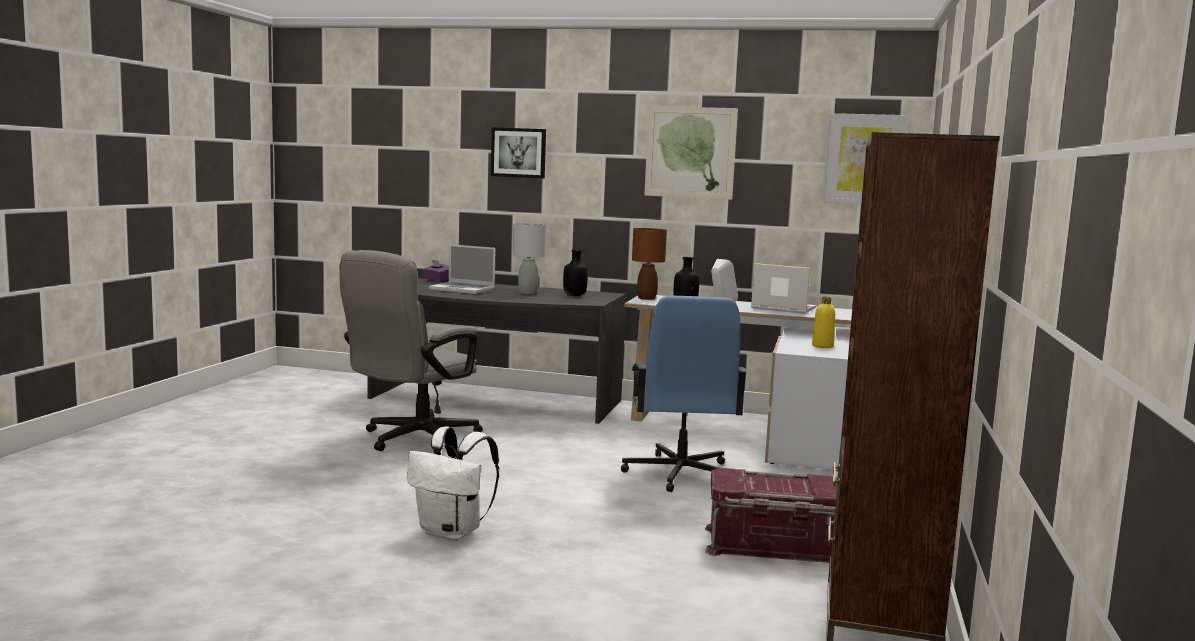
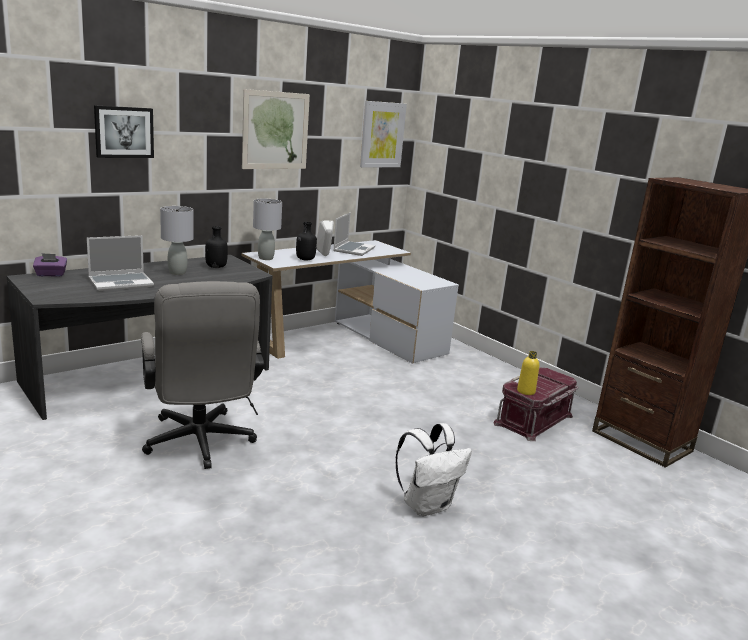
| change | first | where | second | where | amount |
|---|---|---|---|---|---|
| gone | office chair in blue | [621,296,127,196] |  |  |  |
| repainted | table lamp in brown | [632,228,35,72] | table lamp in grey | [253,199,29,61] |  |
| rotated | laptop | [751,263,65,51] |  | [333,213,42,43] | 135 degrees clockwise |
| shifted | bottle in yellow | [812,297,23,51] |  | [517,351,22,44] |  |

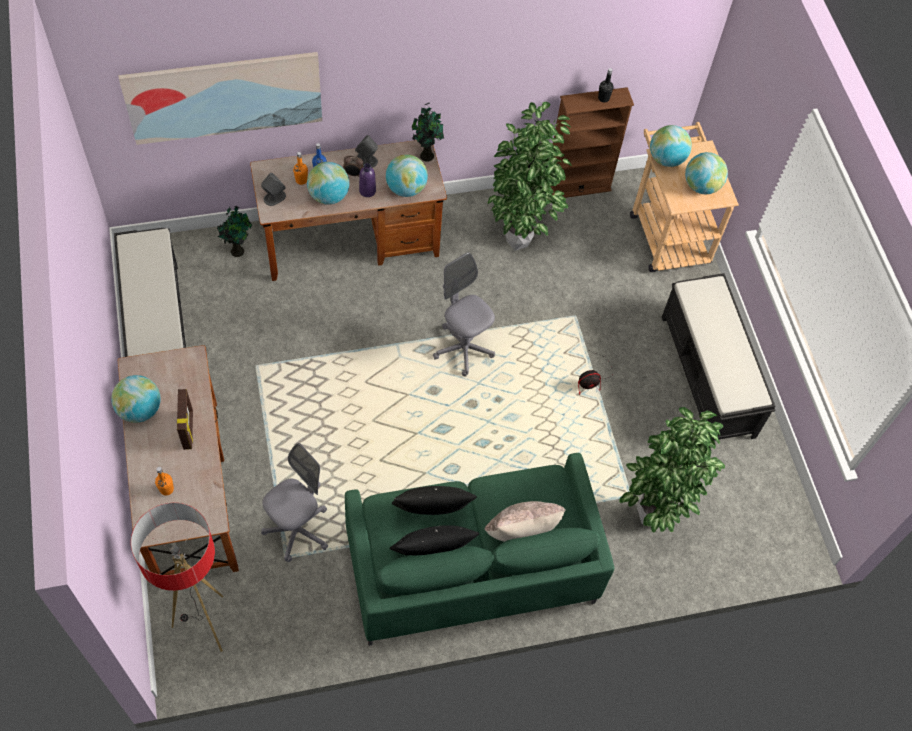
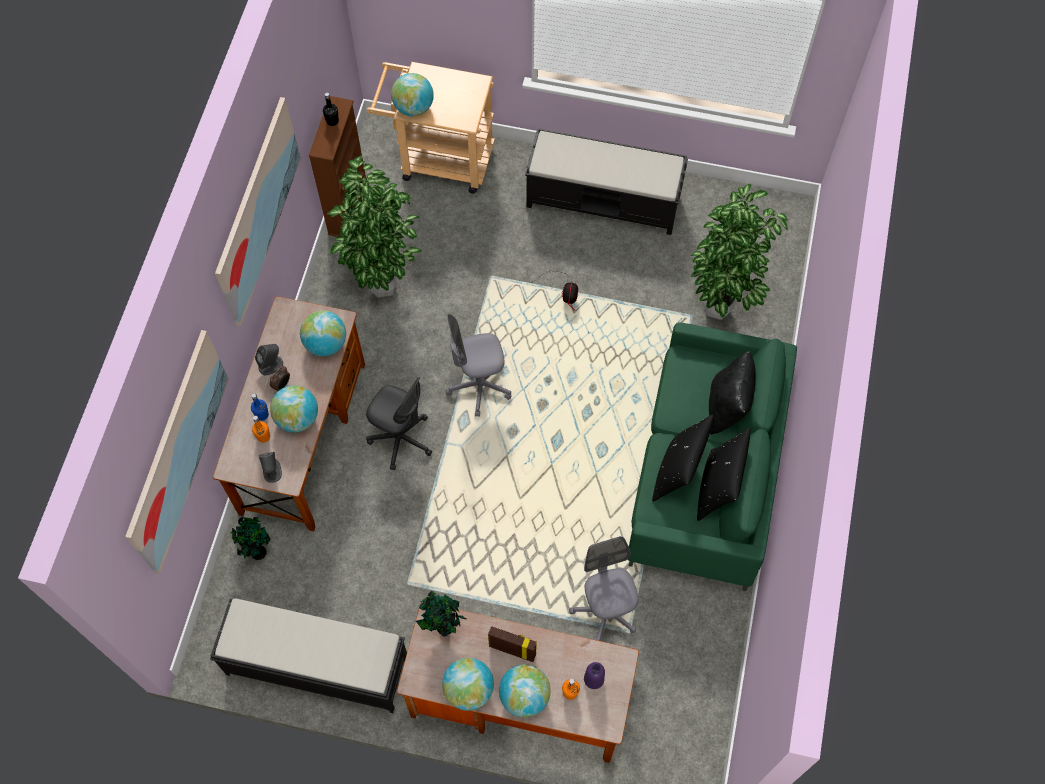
| change | first | where | second | where | amount |
|---|---|---|---|---|---|
| gone | floor lamp | [131,503,92,149] |  |  |  |
| shifted | bottle in purple | [359,163,17,34] |  | [584,662,21,27] |  |
| shifted | potted plant | [411,103,33,59] |  | [416,591,51,46] |  |
| repainted | pillow in beige | [484,501,82,41] | pillow in black | [709,351,47,84] |  |
| shifted | globe | [685,152,43,42] |  | [499,664,52,53] |  |
| new |  |  | picture | [215,97,86,229] |  |
| new |  |  | office chair in grey | [366,377,66,93] |  |

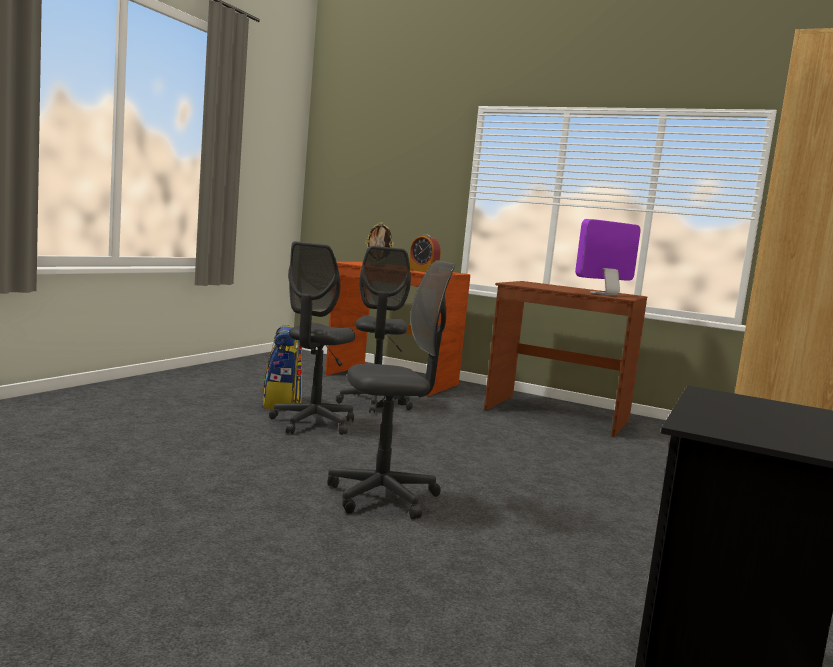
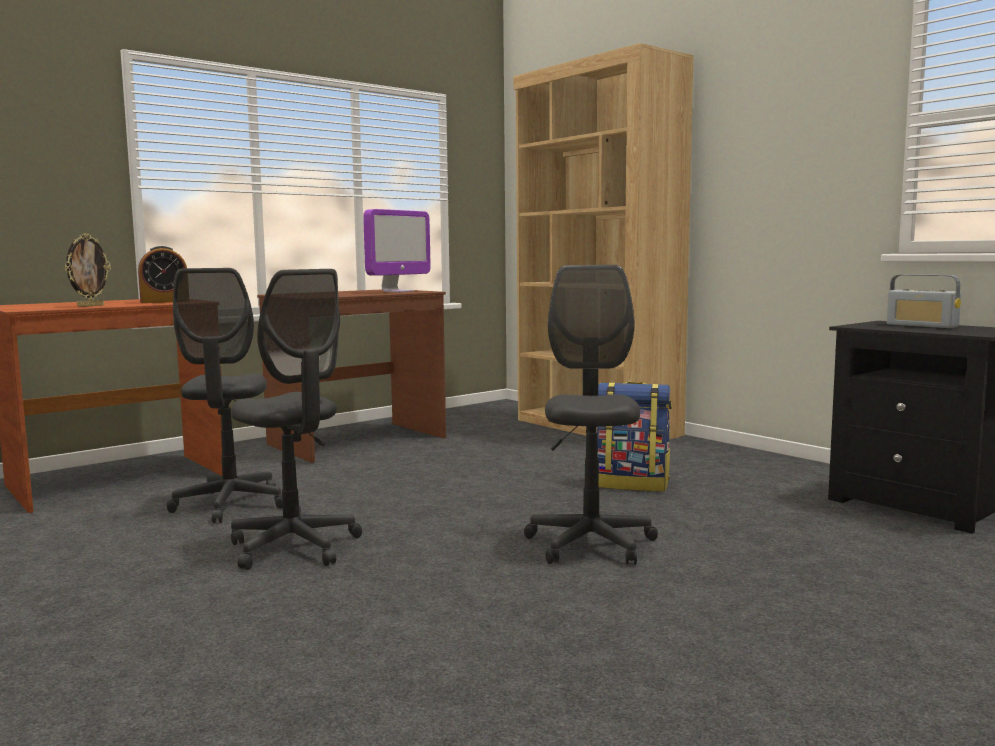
| change | first | where | second | where | amount |
|---|---|---|---|---|---|
| shifted | backpack | [262,325,40,84] |  | [596,382,76,110] |  |
| rotated | office chair in grey | [336,246,77,167] |  | [167,268,116,255] | 60 degrees clockwise |
| rotated | monitor | [575,219,66,76] |  | [363,209,68,83] | 135 degrees counterclockwise |
| new |  |  | radio | [887,274,74,54] |  |

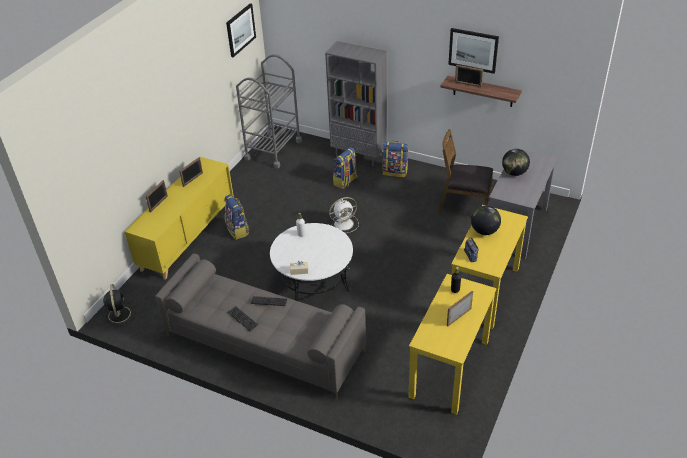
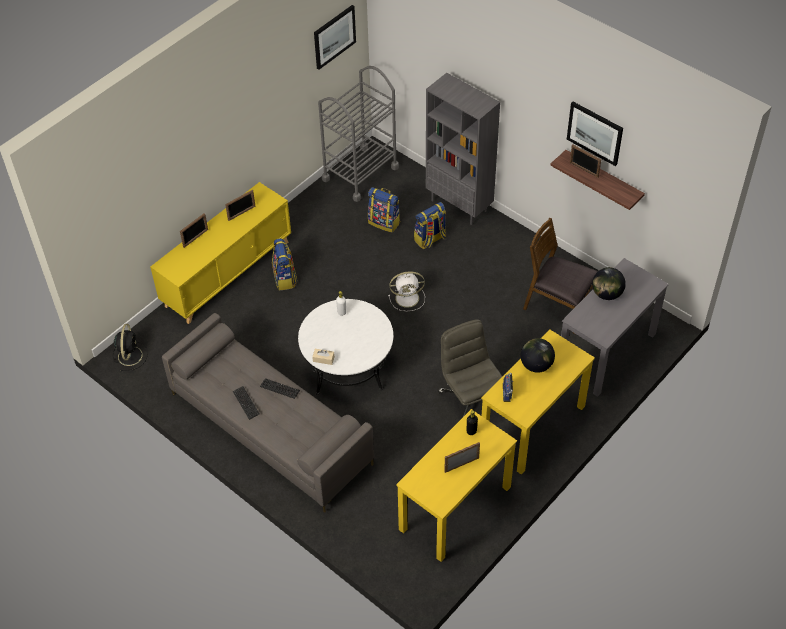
| change | first | where | second | where | amount |
|---|---|---|---|---|---|
| shifted | backpack | [383,141,25,36] |  | [368,187,32,46] |  |
| new |  |  | office chair in grey | [438,319,64,98] |  |

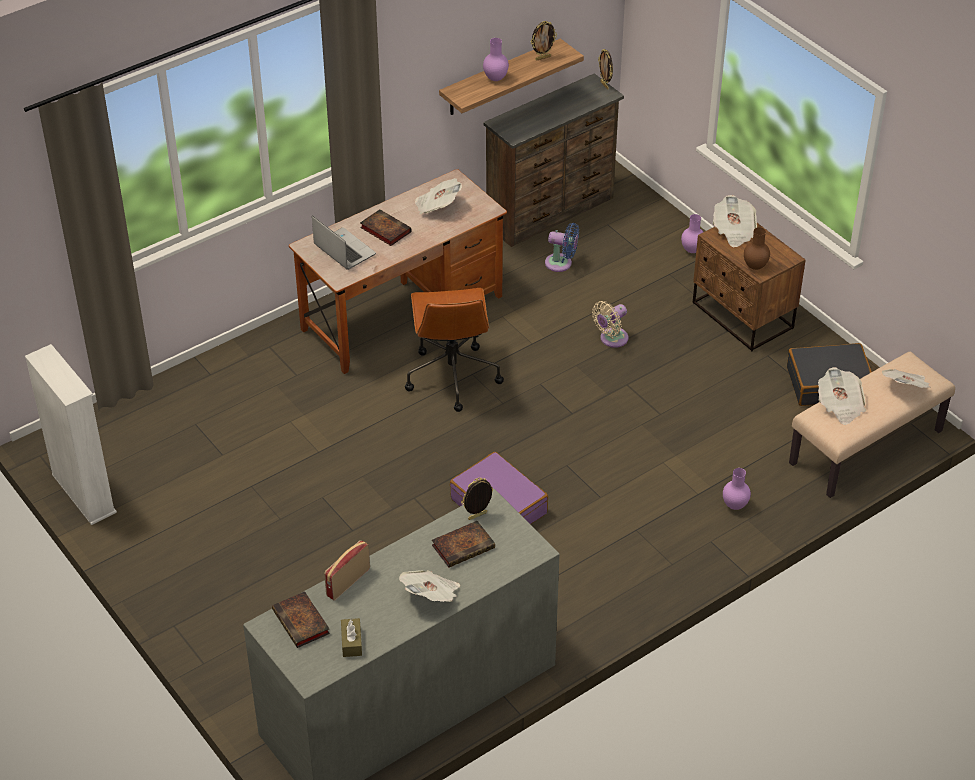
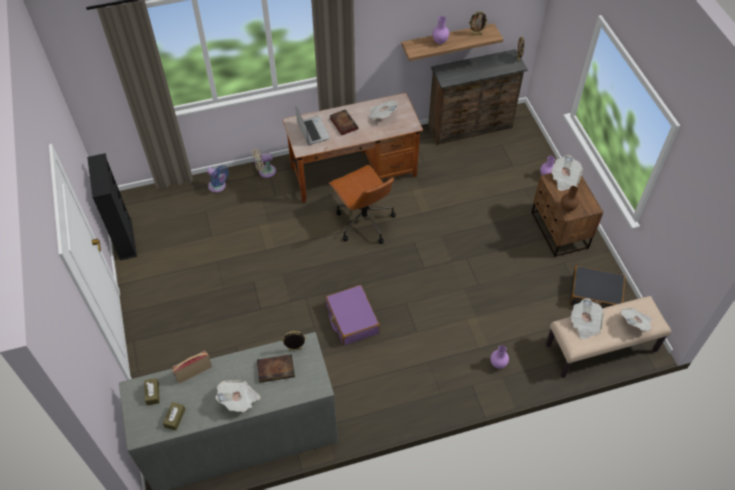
| change | first | where | second | where | amount |
|---|---|---|---|---|---|
| repainted | bookcase in white | [25,344,92,181] | bookcase in black | [87,153,50,107] |  |
| swapped | book | [272,591,58,57] | tissue box in brown | [144,378,16,27] |  |
| rotated | office chair in brown | [405,288,99,124] |  | [329,165,67,79] | 45 degrees counterclockwise |
| shifted | fan in blue | [545,223,34,49] |  | [207,165,22,28] |  |
| shifted | fan in beige | [592,301,36,47] |  | [252,149,24,29] |  |

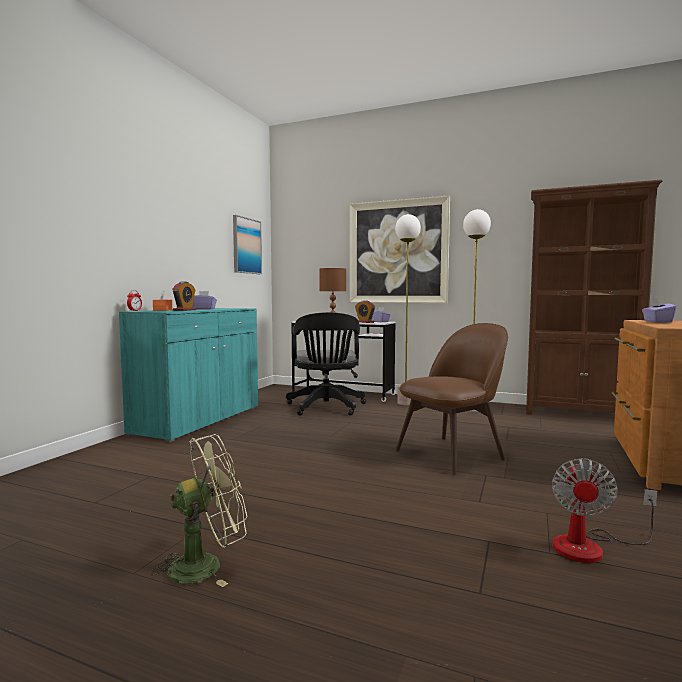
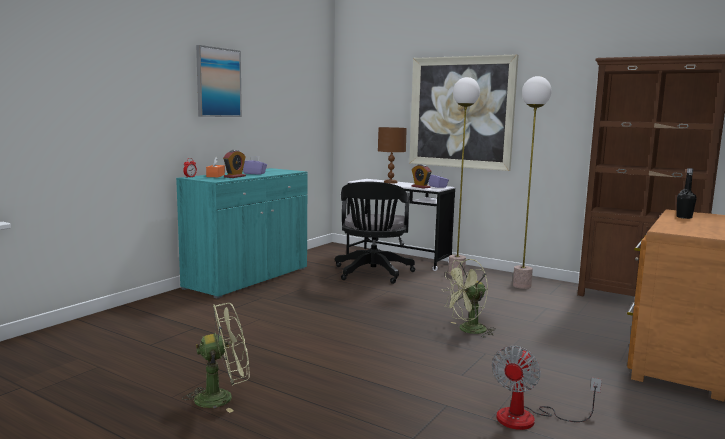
| change | first | where | second | where | amount |
|---|---|---|---|---|---|
| shifted | picture | [233,215,29,59] |  | [196,45,46,72] |  |
| swapped | chair in brown | [396,323,112,152] | fan in green | [442,259,54,79] |  |
| swapped | tissue box in purple | [642,298,34,25] | bottle in black | [676,168,21,51] |  |

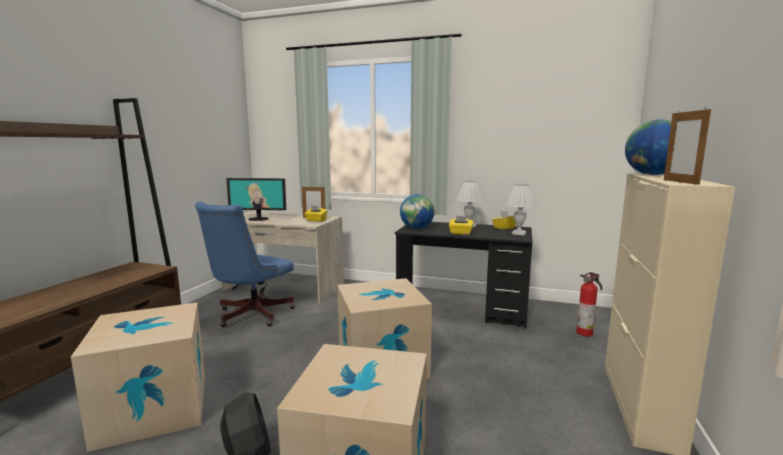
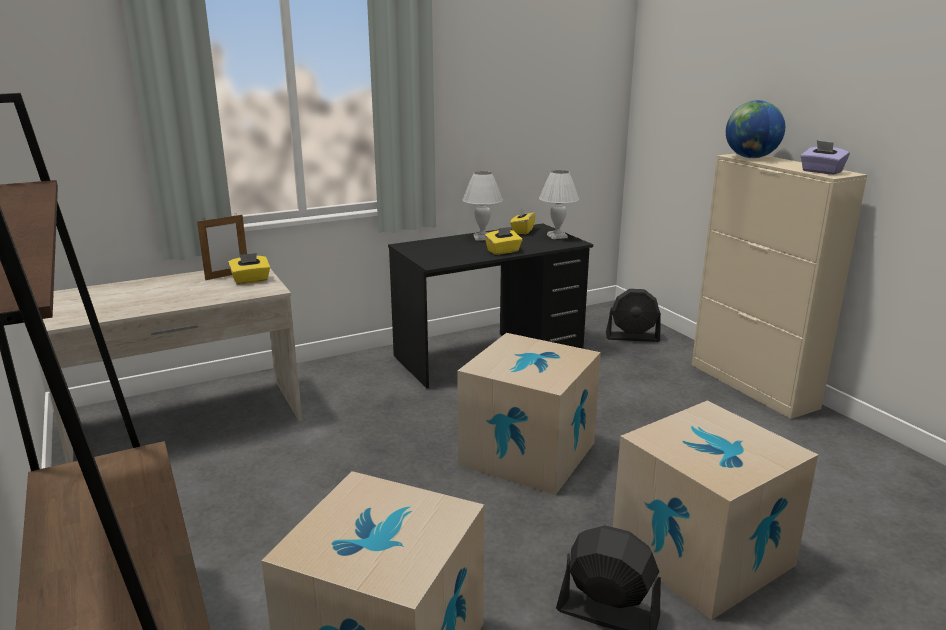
| change | first | where | second | where | amount |
|---|---|---|---|---|---|
| gone | office chair in blue | [195,201,100,126] |  |  |  |
| gone | monitor | [226,178,60,43] |  |  |  |
| gone | globe | [400,194,34,35] |  |  |  |
| swapped | fire extinguisher | [576,272,26,65] | fan in black | [606,289,55,53] |  |
| swapped | picture frame | [664,108,47,77] | tissue box in purple | [801,140,49,35] |  |

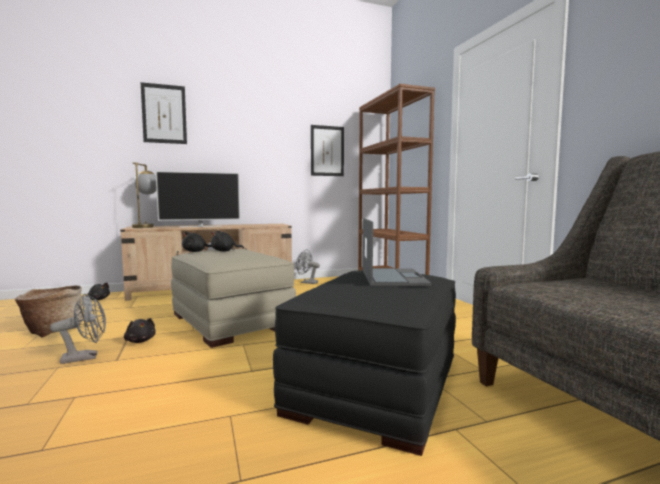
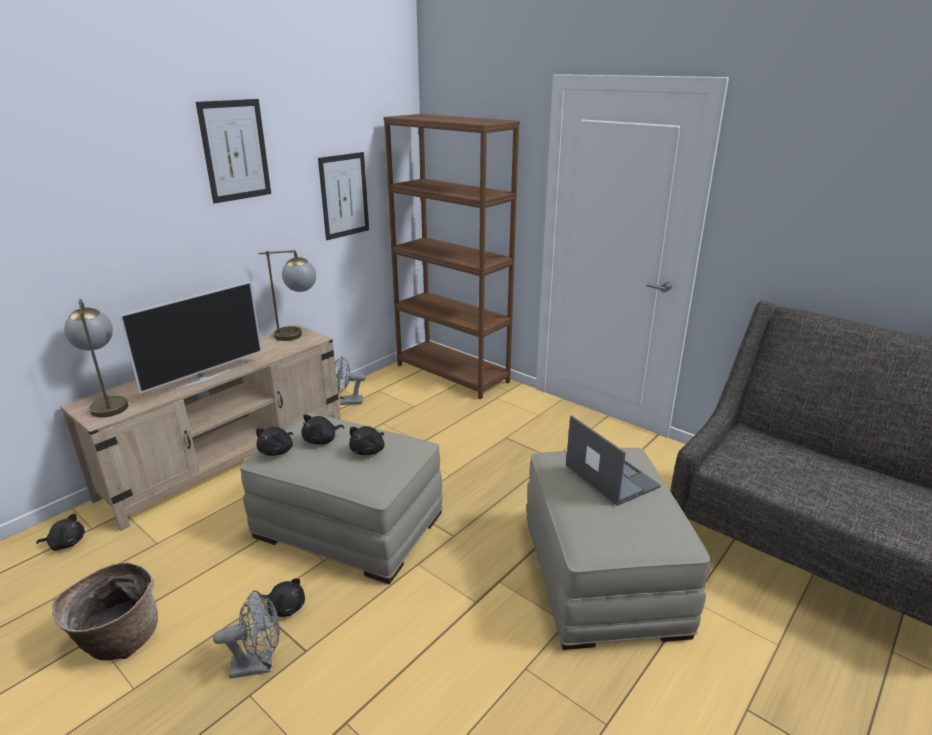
| change | first | where | second | where | amount |
|---|---|---|---|---|---|
| rotated | fan in grey | [50,294,56,70] |  | [213,590,67,89] | 45 degrees clockwise |
| shifted | picture | [141,82,46,62] |  | [196,99,75,105] |  |
| repainted | ottoman in black | [273,270,183,186] | ottoman in beige | [527,448,184,202] |  |
| new |  |  | table lamp | [259,250,57,91] |  |
| new |  |  | plush toy in black | [349,426,36,29] |  |

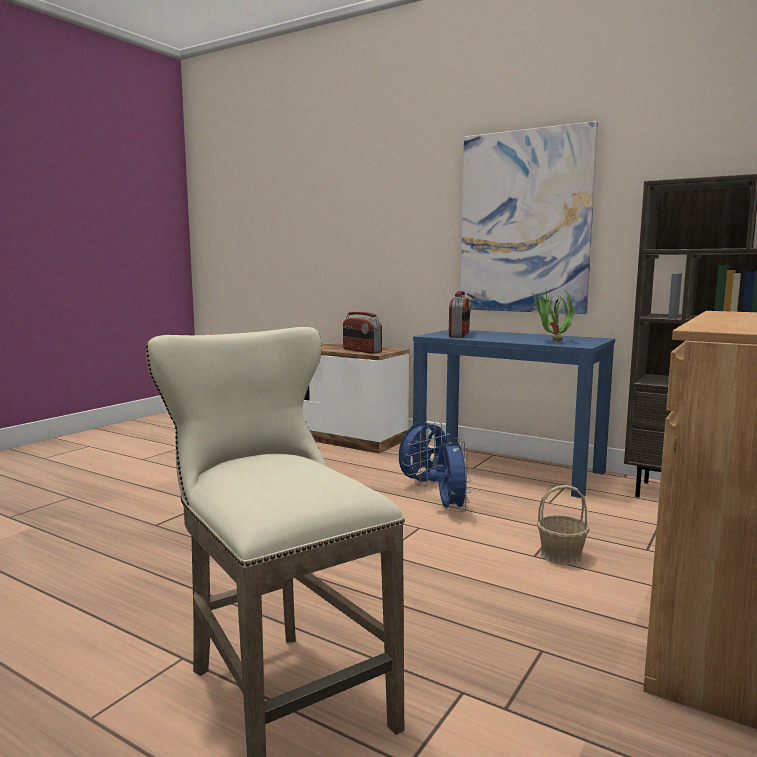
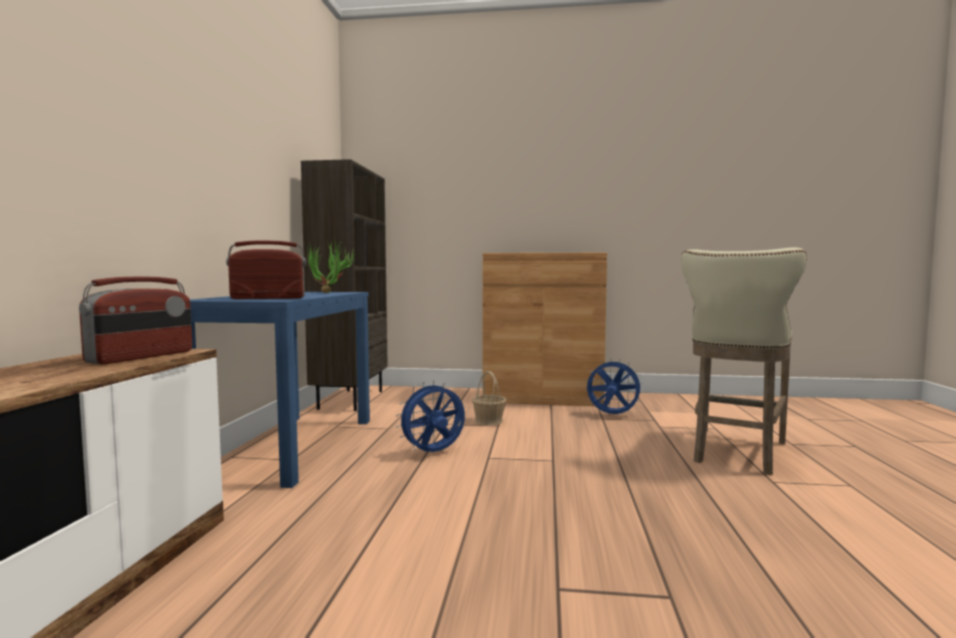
| change | first | where | second | where | amount |
|---|---|---|---|---|---|
| shifted | fan in blue | [399,420,53,66] |  | [586,358,58,57] |  |
| gone | picture | [460,121,138,193] |  |  |  |

